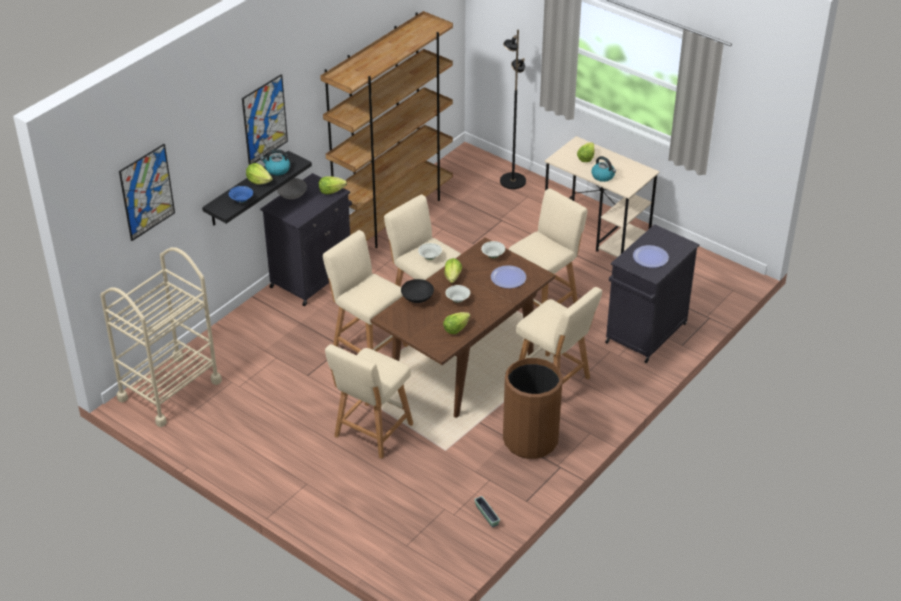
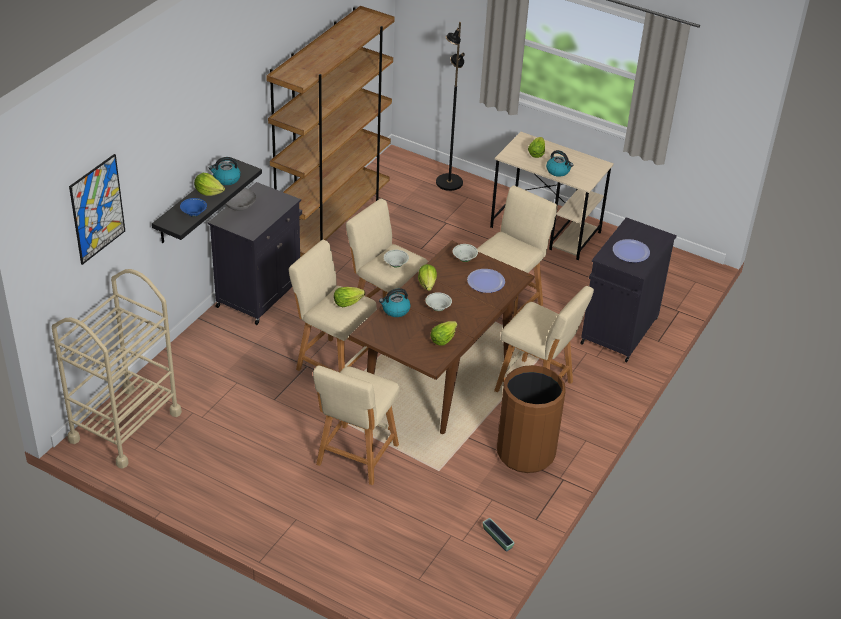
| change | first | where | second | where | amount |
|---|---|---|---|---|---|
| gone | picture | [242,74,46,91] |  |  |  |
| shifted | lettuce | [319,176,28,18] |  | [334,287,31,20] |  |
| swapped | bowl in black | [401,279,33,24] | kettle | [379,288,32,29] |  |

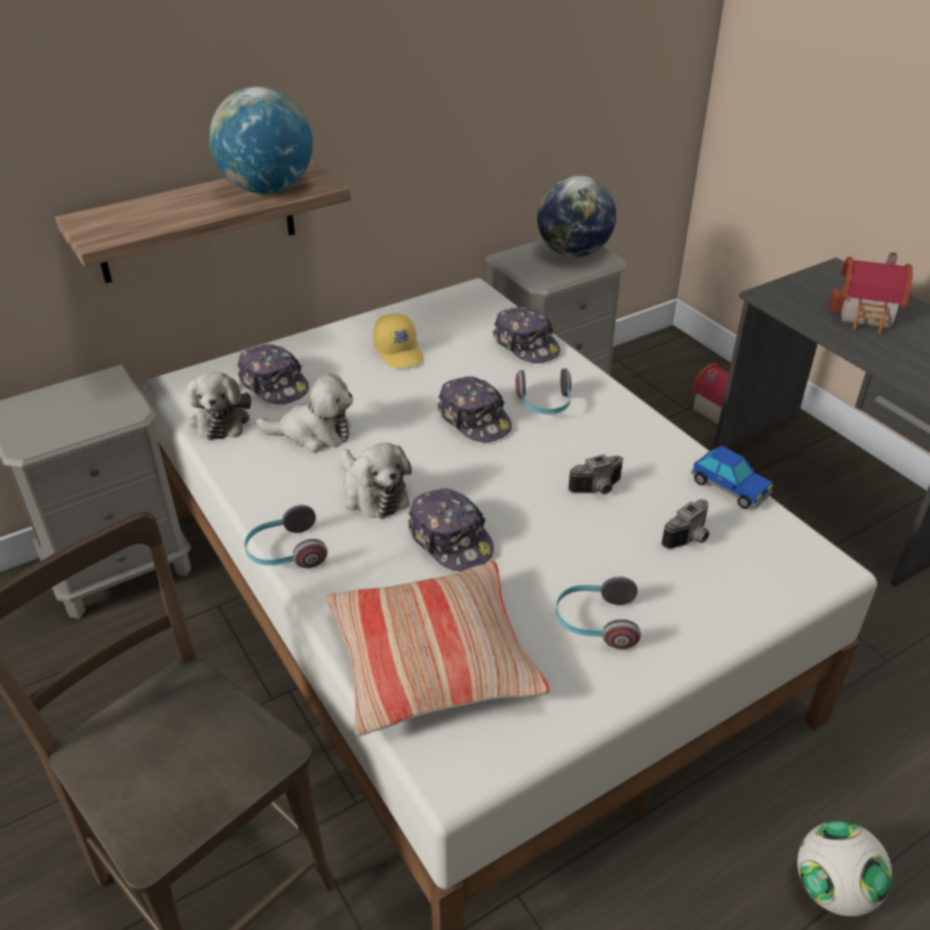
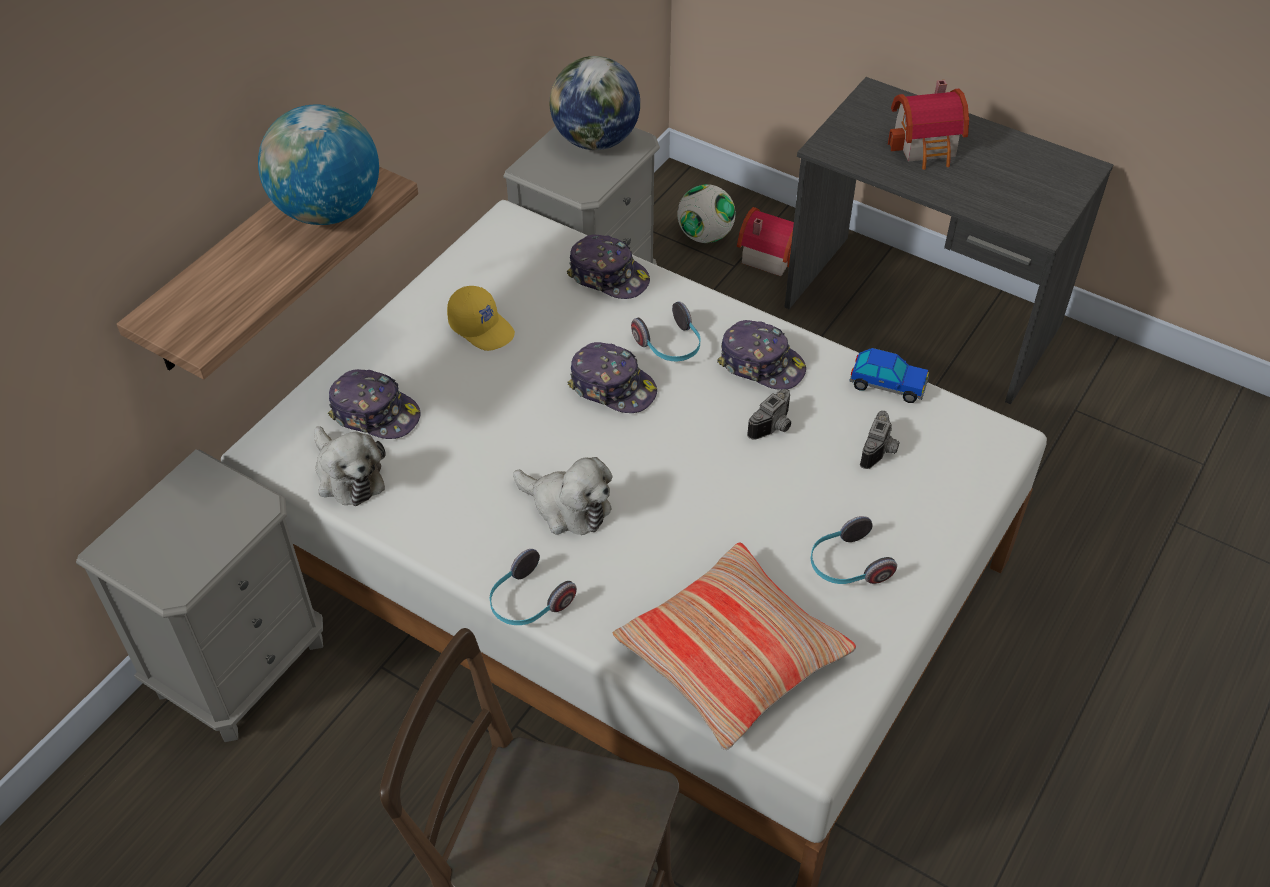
| change | first | where | second | where | amount |
|---|---|---|---|---|---|
| gone | plush toy | [256,374,97,79] |  |  |  |
| shifted | cap | [408,488,86,83] |  | [717,320,89,70] |  |
| shifted | football | [797,821,95,95] |  | [678,184,57,59] |  |

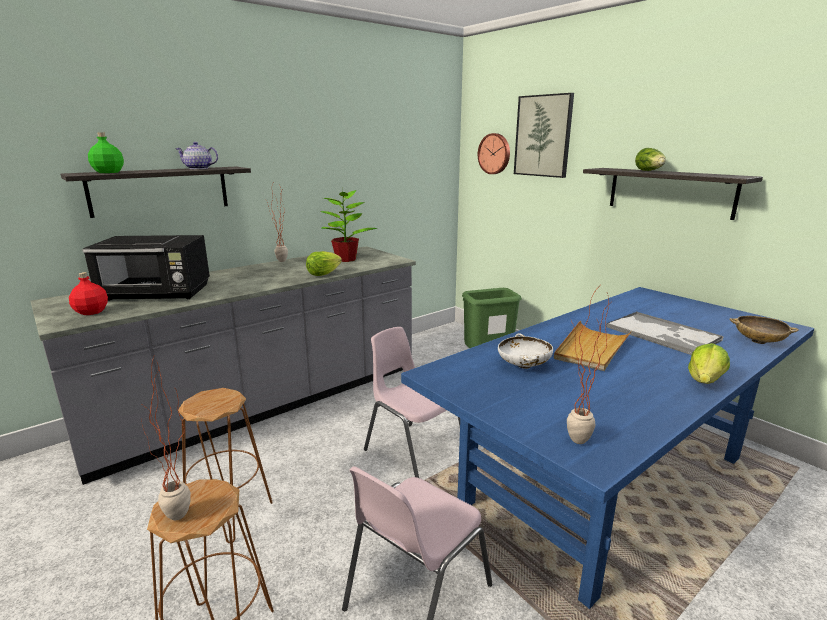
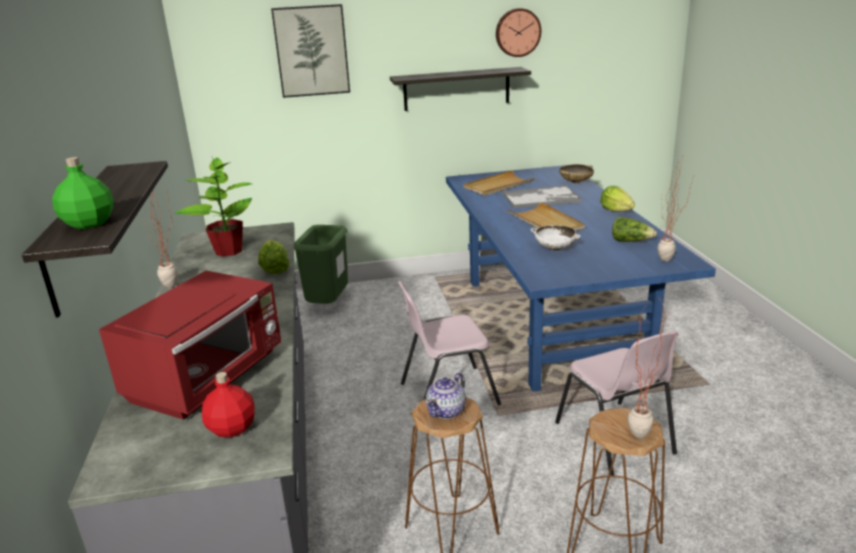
| change | first | where | second | where | amount |
|---|---|---|---|---|---|
| repainted | microwave in black | [82,235,128,66] | microwave in red | [99,271,182,149] |  |
| shifted | teapot | [175,142,43,27] |  | [425,373,41,46] |  |
| shifted | wall clock | [478,133,32,41] |  | [496,8,45,49] |  |
| shifted | lettuce | [635,148,31,23] |  | [612,217,45,25] |  |
| new |  |  | tray in beige | [463,170,72,26] |  |

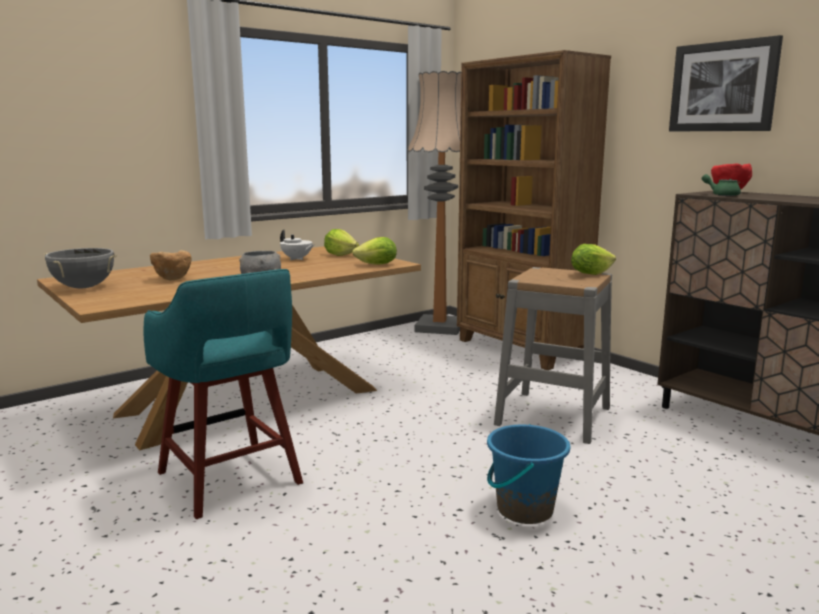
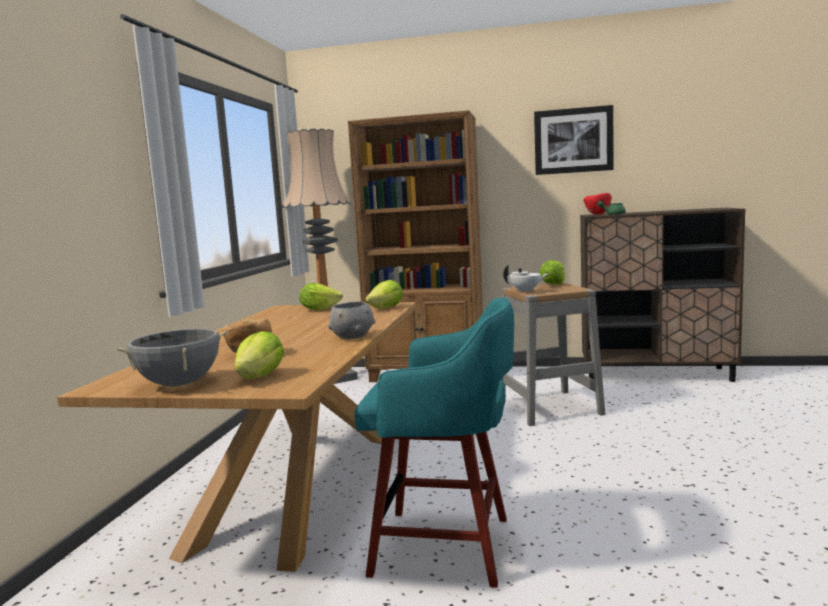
| change | first | where | second | where | amount |
|---|---|---|---|---|---|
| shifted | teapot in white | [280,230,34,30] |  | [503,265,46,27] |  |
| gone | bucket in blue | [487,424,83,100] |  |  |  |
| new |  |  | lettuce | [234,331,50,48] |  |

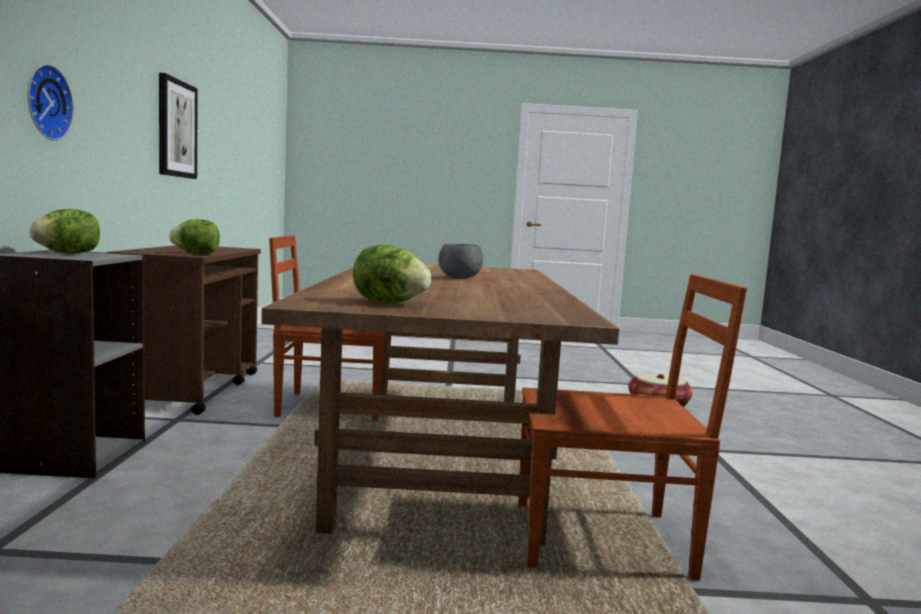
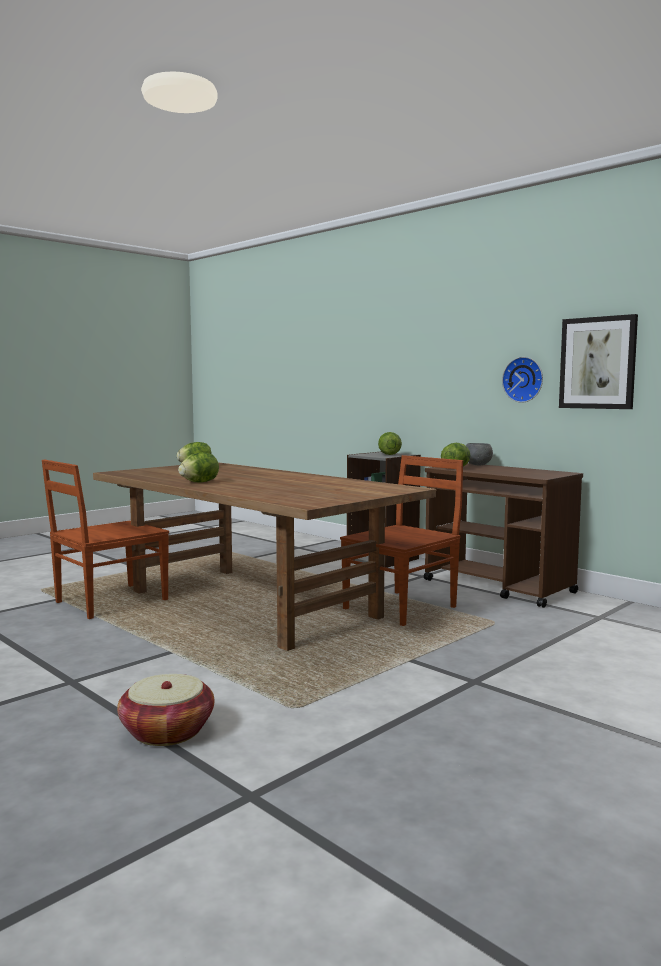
| change | first | where | second | where | amount |
|---|---|---|---|---|---|
| shifted | wall clock | [28,64,46,77] |  | [502,357,41,46] |  |
| shifted | bowl in grey | [439,244,44,35] |  | [466,443,27,22] |  |
| new |  |  | lettuce | [178,452,41,31] |  |

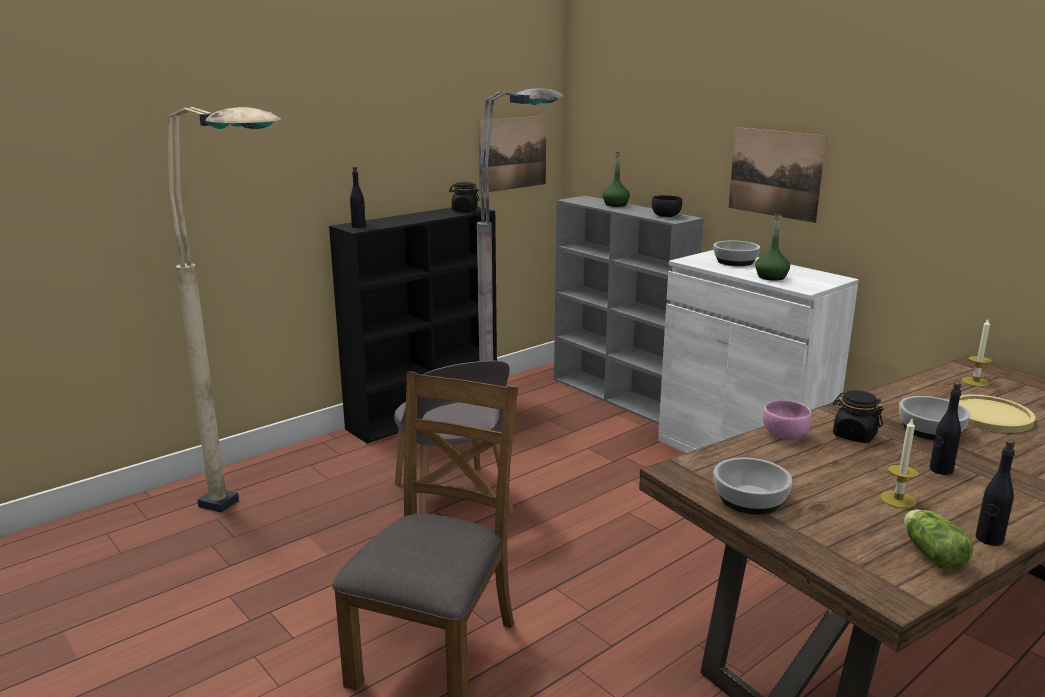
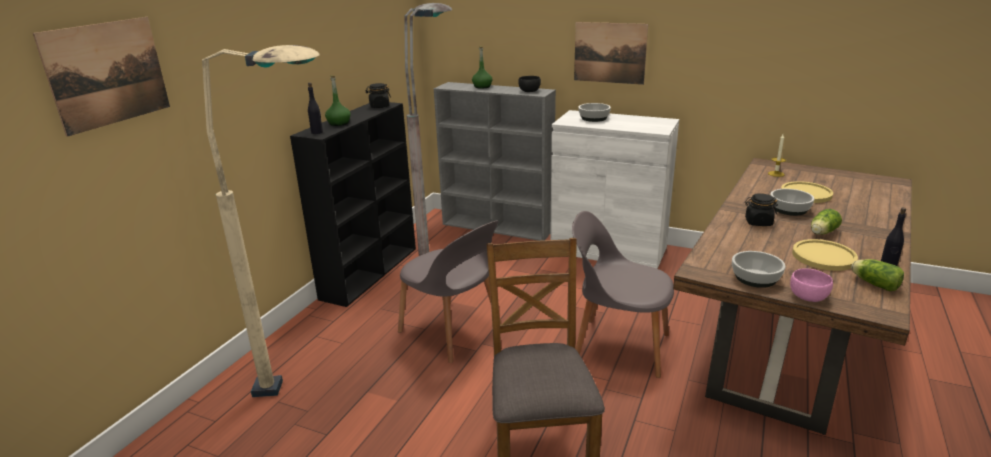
| change | first | where | second | where | amount |
|---|---|---|---|---|---|
| shifted | picture | [478,116,68,77] |  | [33,17,137,120] |  |
| shifted | bottle in green | [755,213,35,68] |  | [325,76,26,50] |  |
| shifted | bowl in pink | [763,400,49,40] |  | [790,268,43,34] |  |
| swapped | candle | [880,417,39,91] | plate in yellow | [792,239,66,32] |  |
| swapped | bottle in black | [930,382,31,93] | lettuce | [811,209,31,26] |  |
| new |  |  | chair in grey | [572,211,102,167] |  |

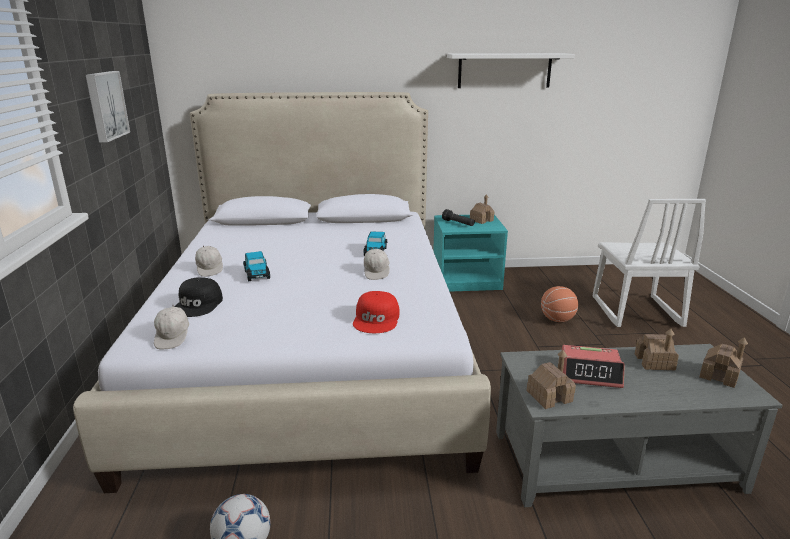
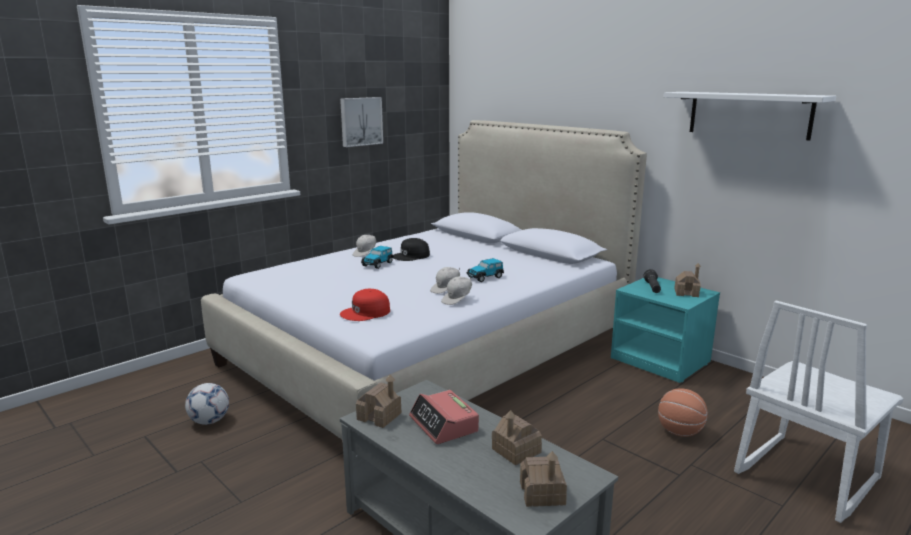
| change | first | where | second | where | amount |
|---|---|---|---|---|---|
| shifted | cap in white | [154,305,35,45] |  | [441,277,31,28] |  |
| shifted | cap in black | [174,277,49,40] |  | [393,238,37,23] |  |

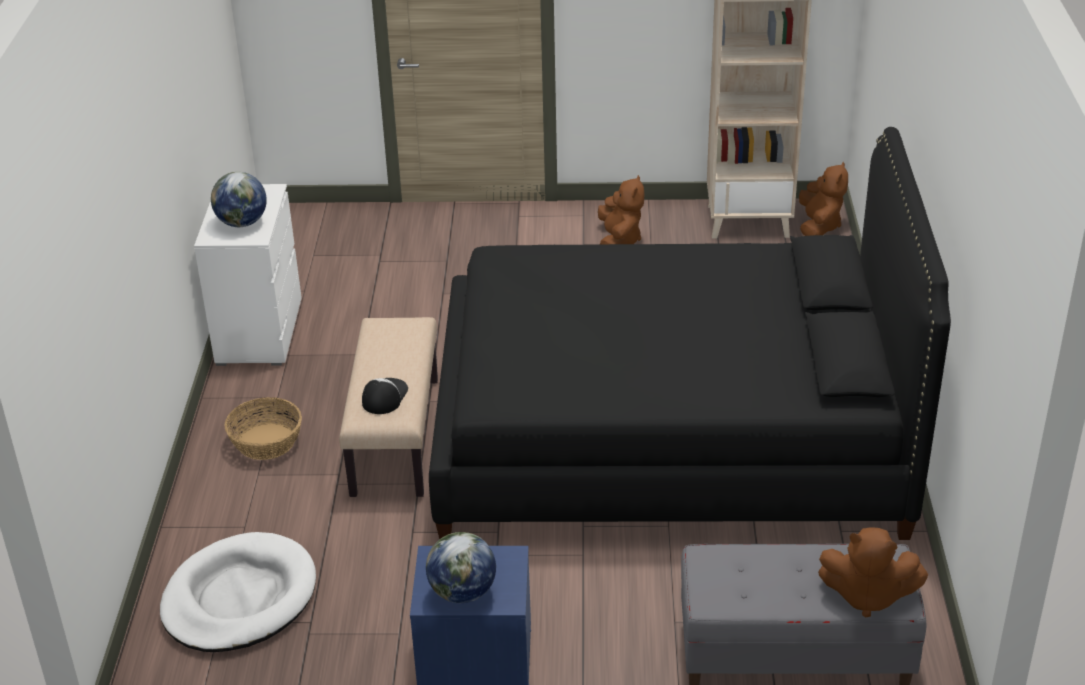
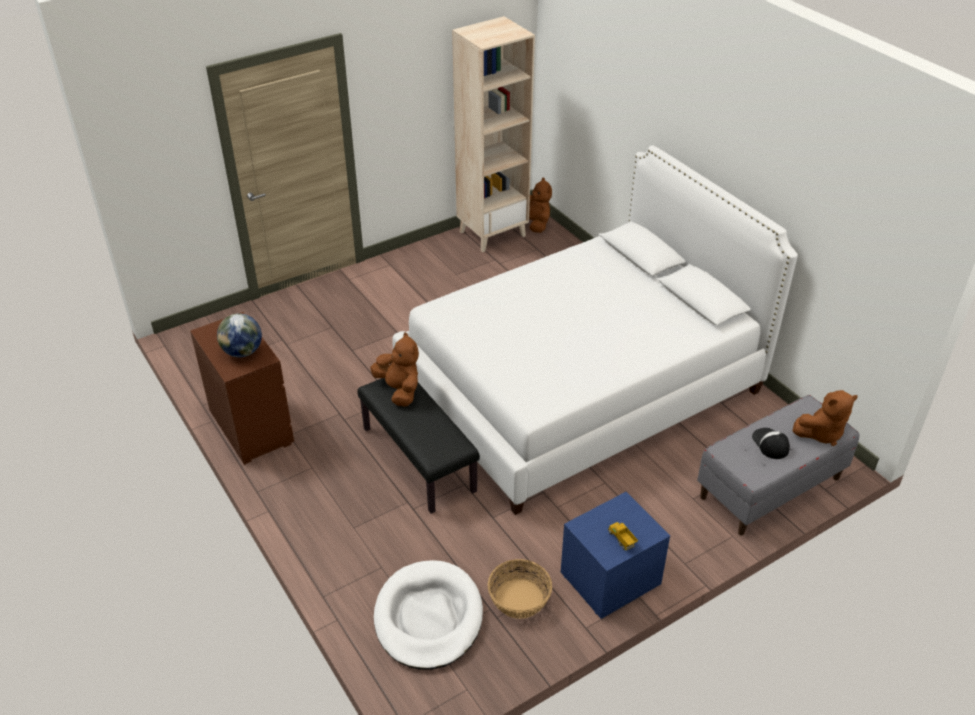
| change | first | where | second | where | amount |
|---|---|---|---|---|---|
| repainted | dresser in white | [194,184,108,182] | dresser in brown | [190,312,104,153] |  |
| shifted | basket | [224,397,78,63] |  | [488,559,64,60] |  |
| repainted | bench in beige | [339,317,99,180] | bench in black | [357,378,123,136] |  |
| shifted | cap | [362,378,46,36] |  | [752,428,38,31] |  |
| swapped | globe | [426,532,70,71] | toy truck | [608,522,30,29] |  |
| repainted | bed in black | [429,127,522,413] | bed in white | [392,145,406,370] |  |
| shifted | plush toy in brown | [598,175,46,70] |  | [370,332,49,75] |  |

